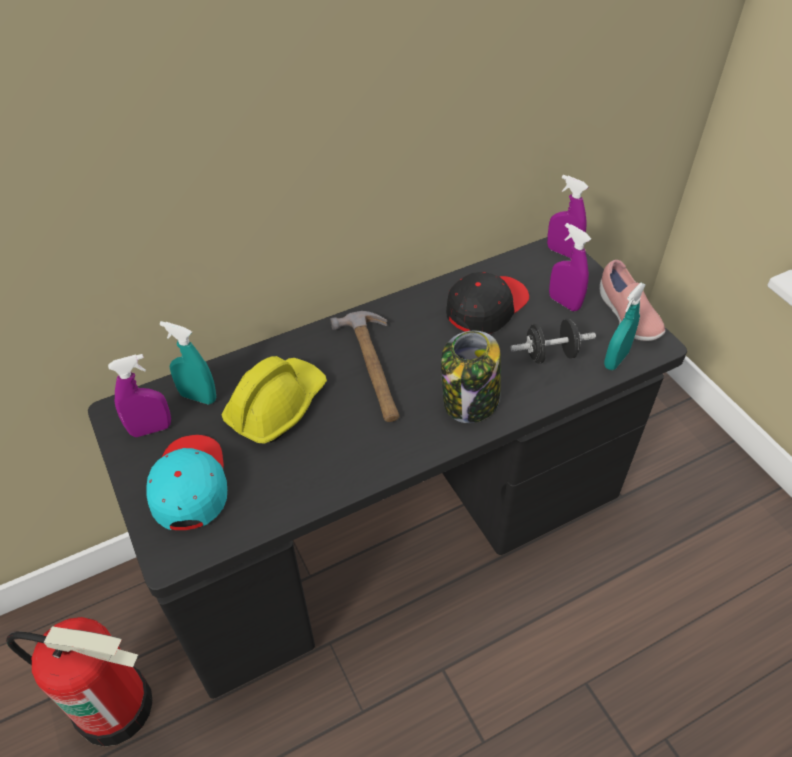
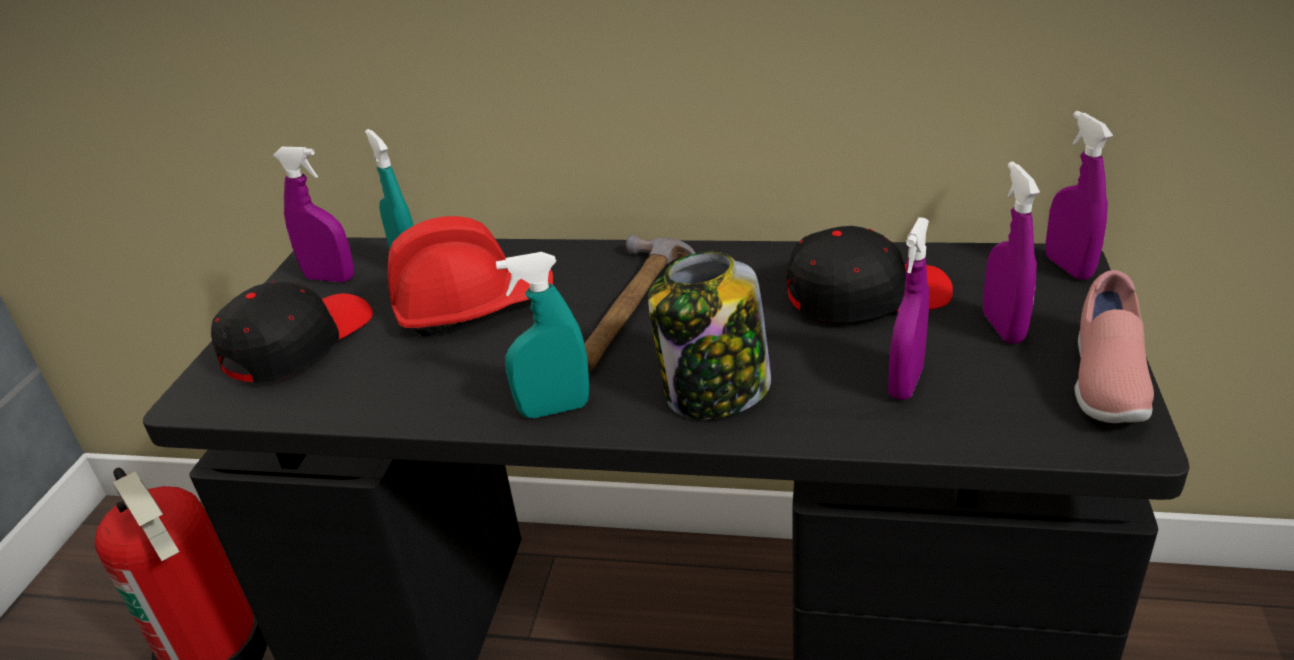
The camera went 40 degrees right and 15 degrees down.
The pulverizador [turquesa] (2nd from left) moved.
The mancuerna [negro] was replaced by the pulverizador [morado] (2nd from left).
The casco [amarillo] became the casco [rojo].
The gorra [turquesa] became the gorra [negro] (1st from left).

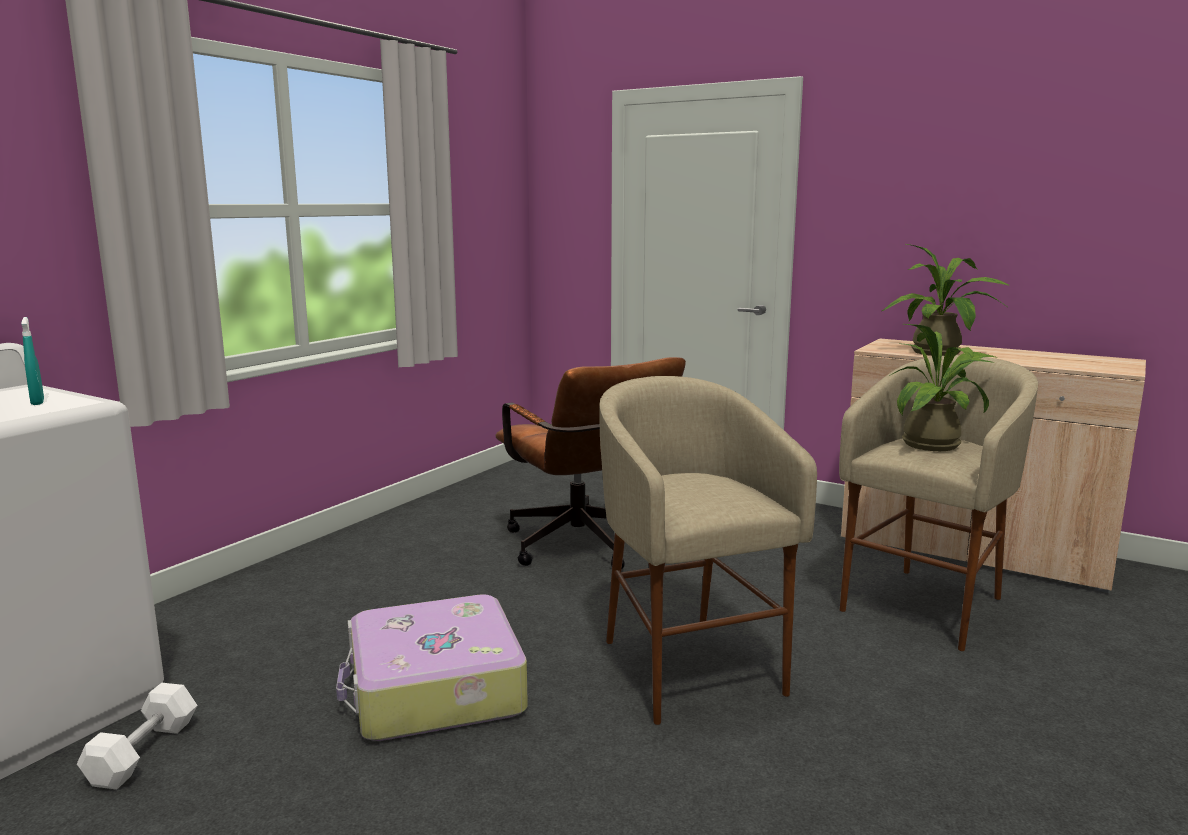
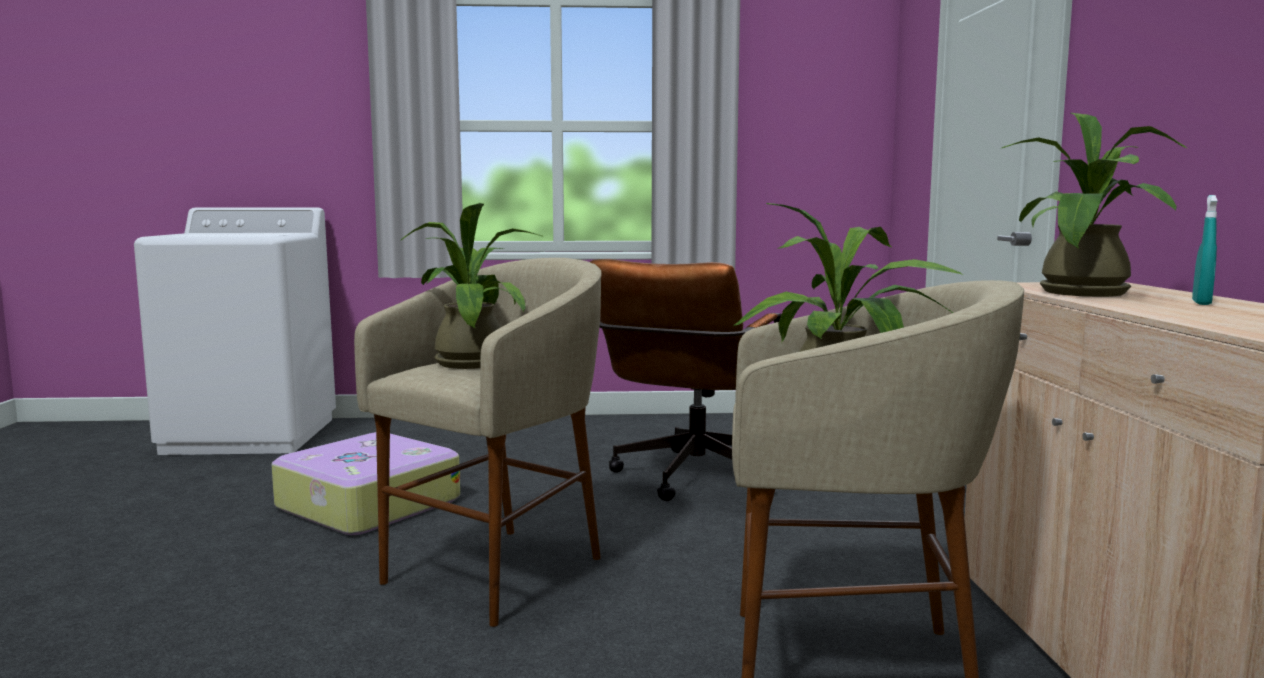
The camera went 55 degrees right and 5 degrees down.
The pulverizador [turquesa] moved.
The mancuerna [blanco] disappeared.
The planta en maceta (1st from left) appeared.

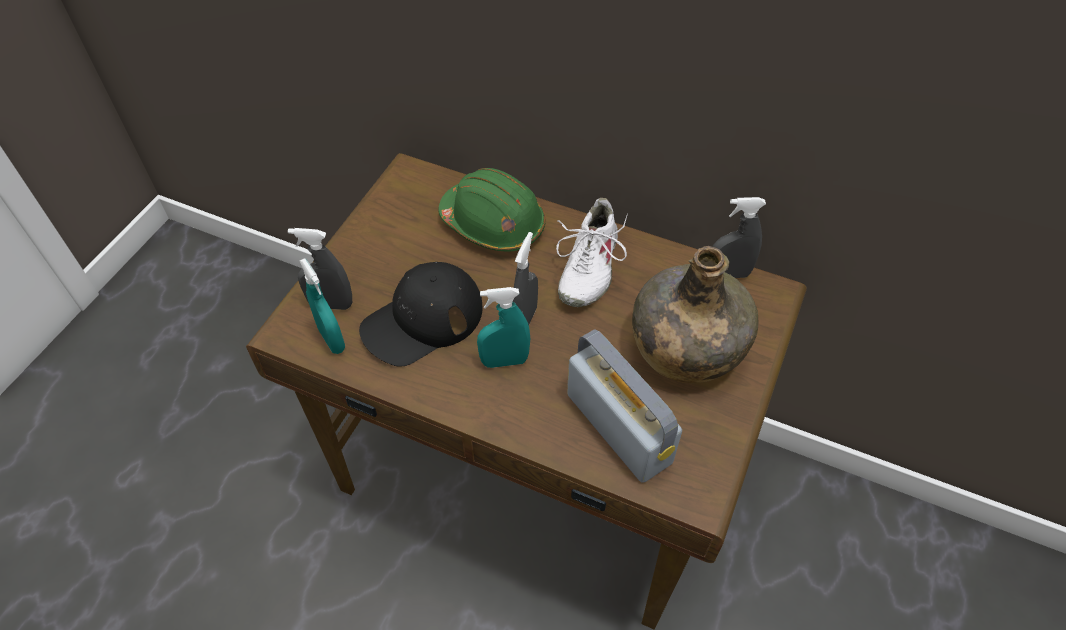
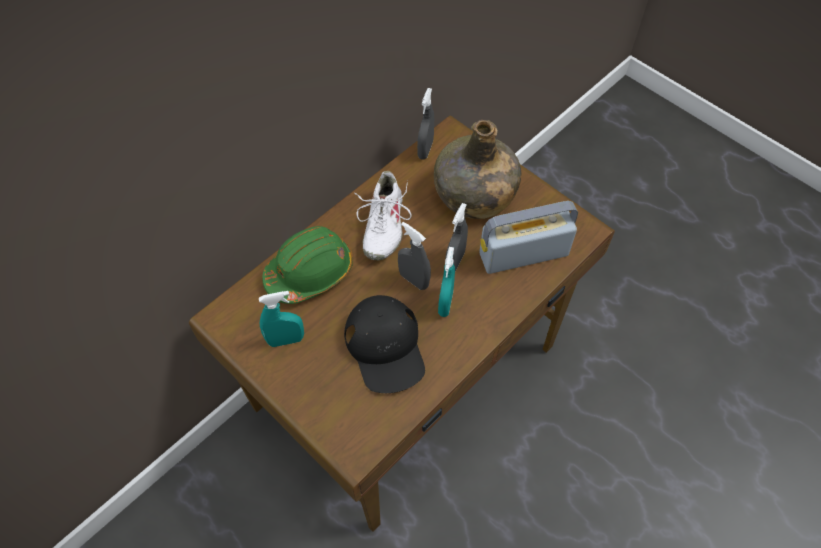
The camera went 70 degrees left and 5 degrees up.
The zapato [blanco] turned 60 degrees clockwise.
The pulverizador [gris] (1st from left in the first image) moved.
The pulverizador [turquesa] (1st from left) moved.

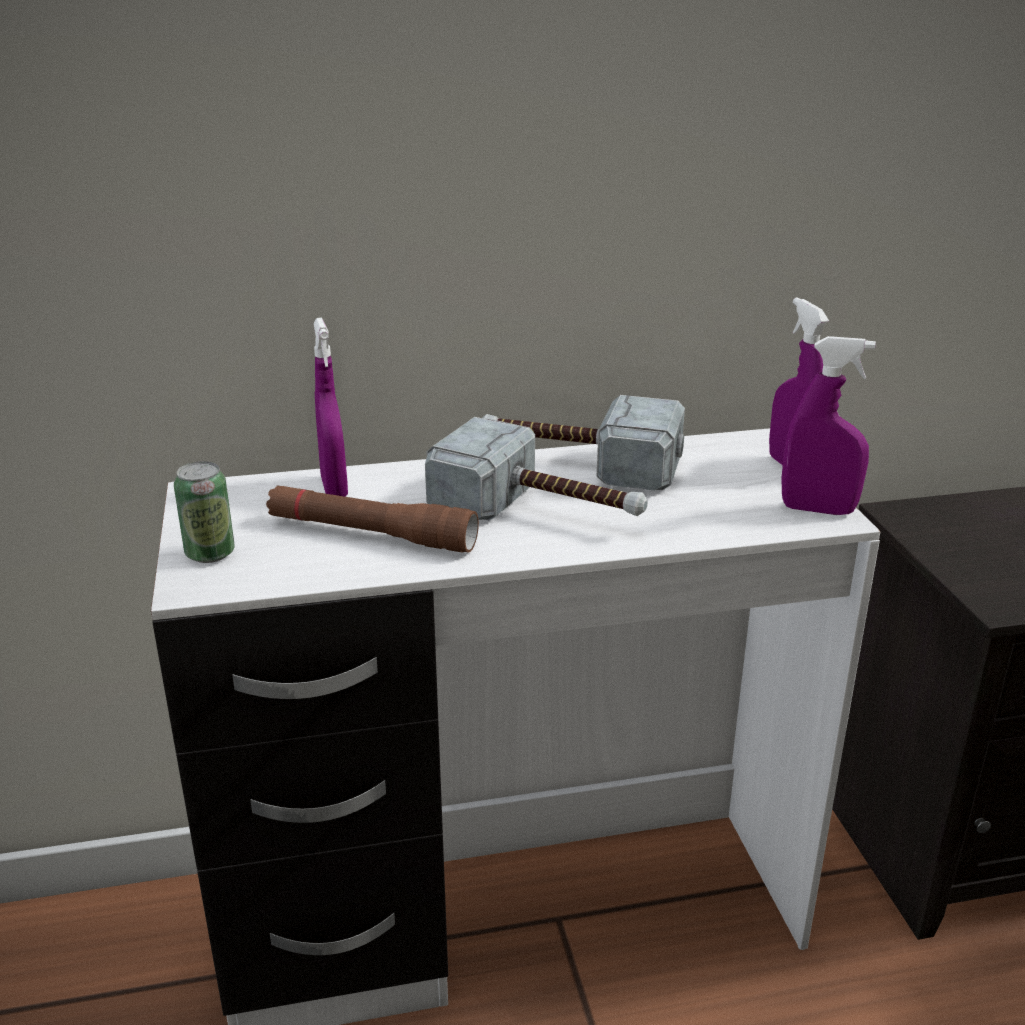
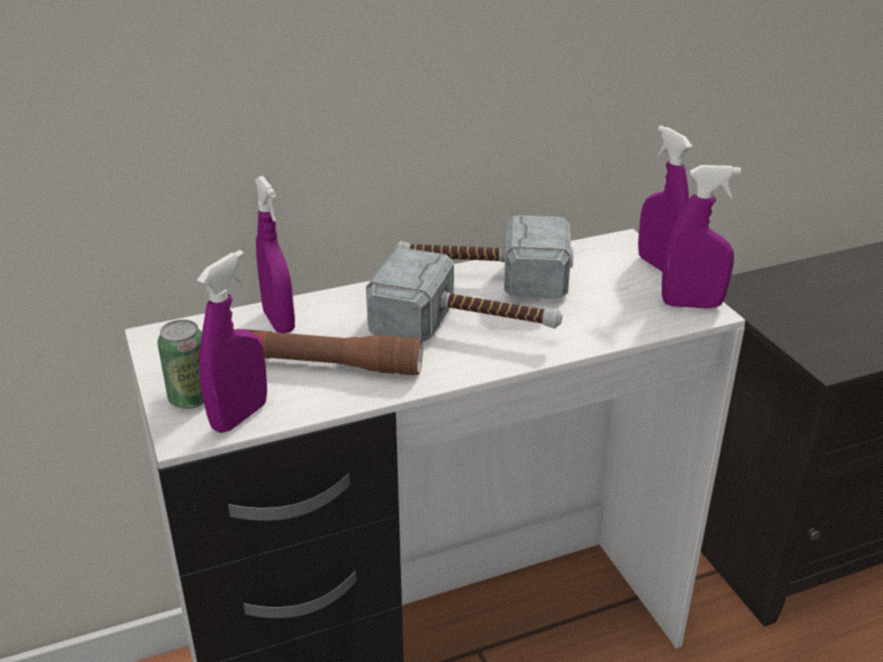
The camera went 10 degrees left and 5 degrees up.
The pulverizador [morado] (1st from left) appeared.

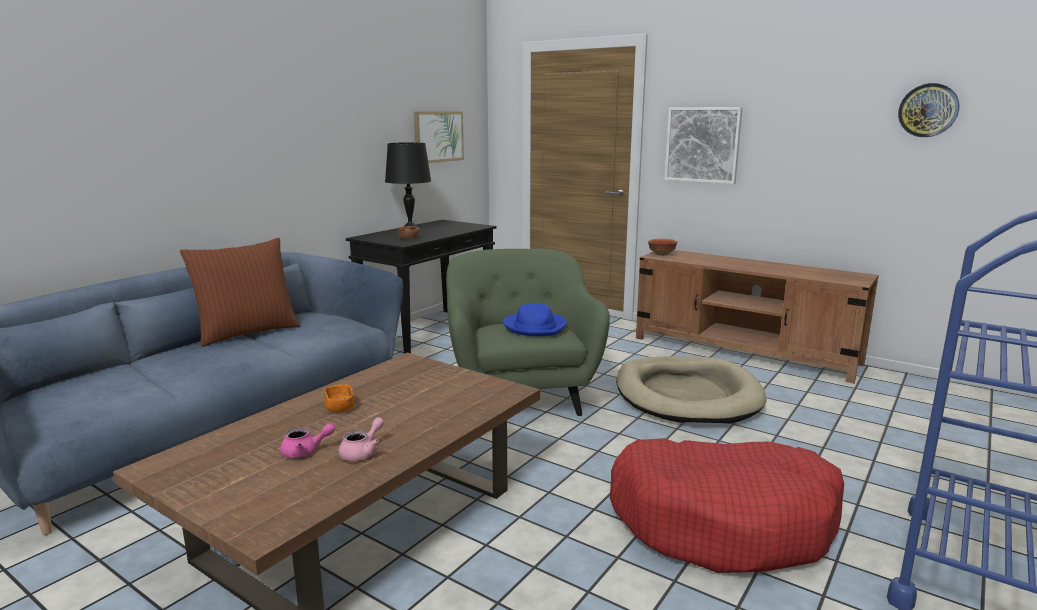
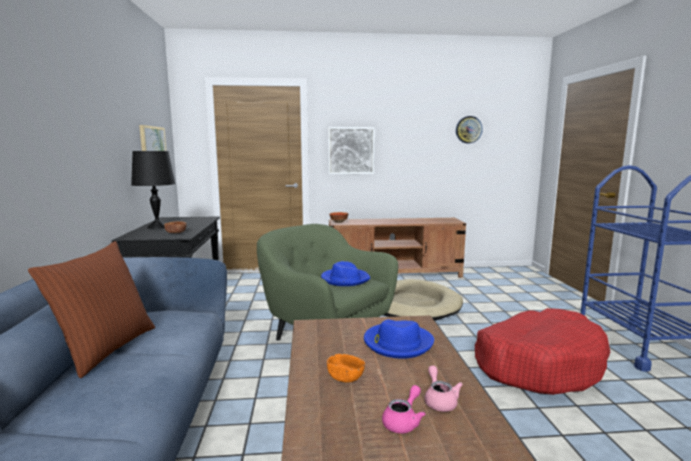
The camera went 40 degrees left and 5 degrees down.
The sombrero [azul] (2nd from left) appeared.

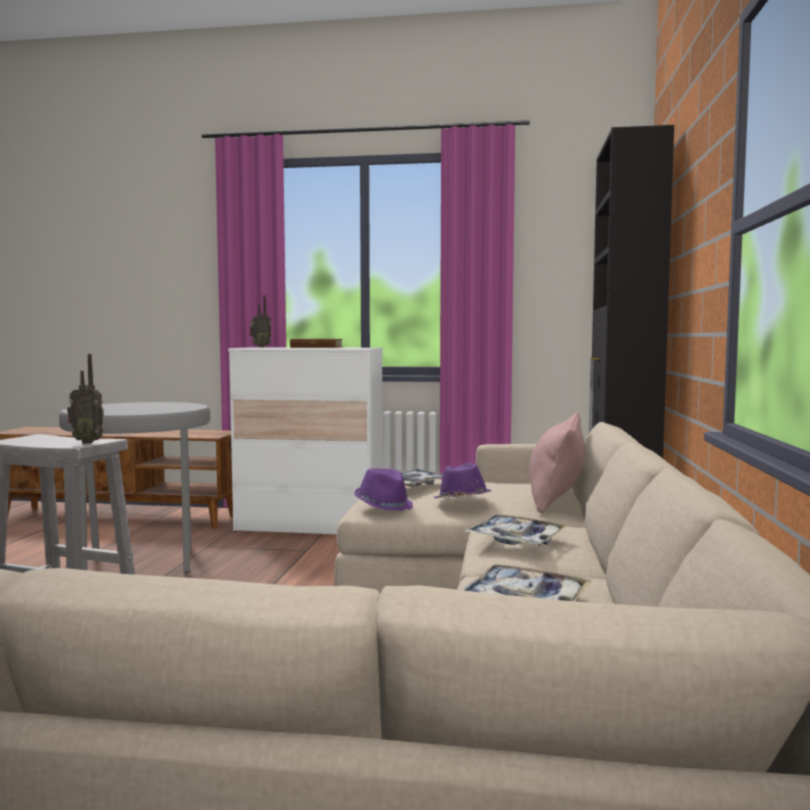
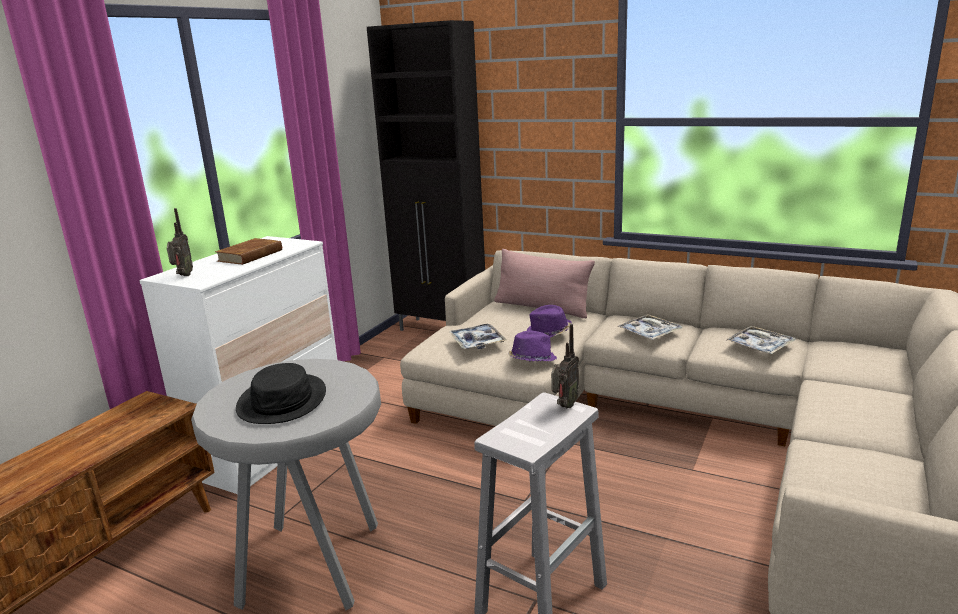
The camera went 70 degrees left and 15 degrees up.
The sombrero [negro] appeared.

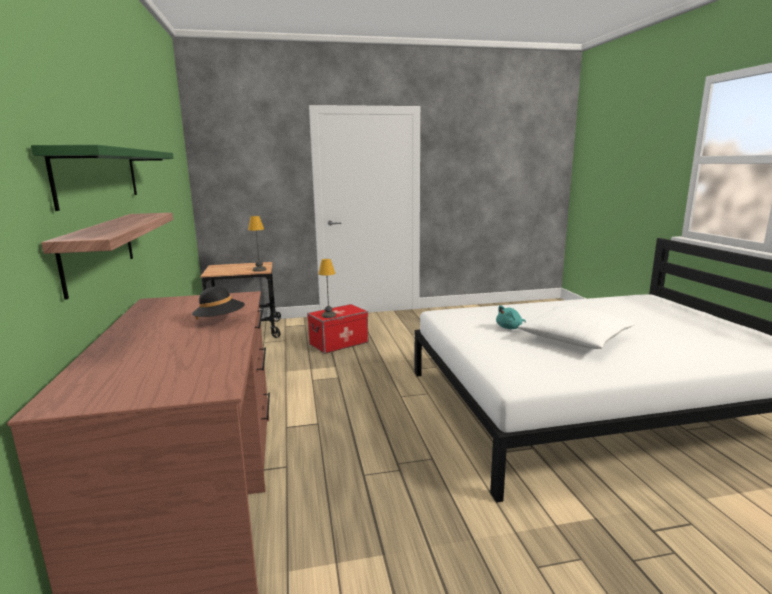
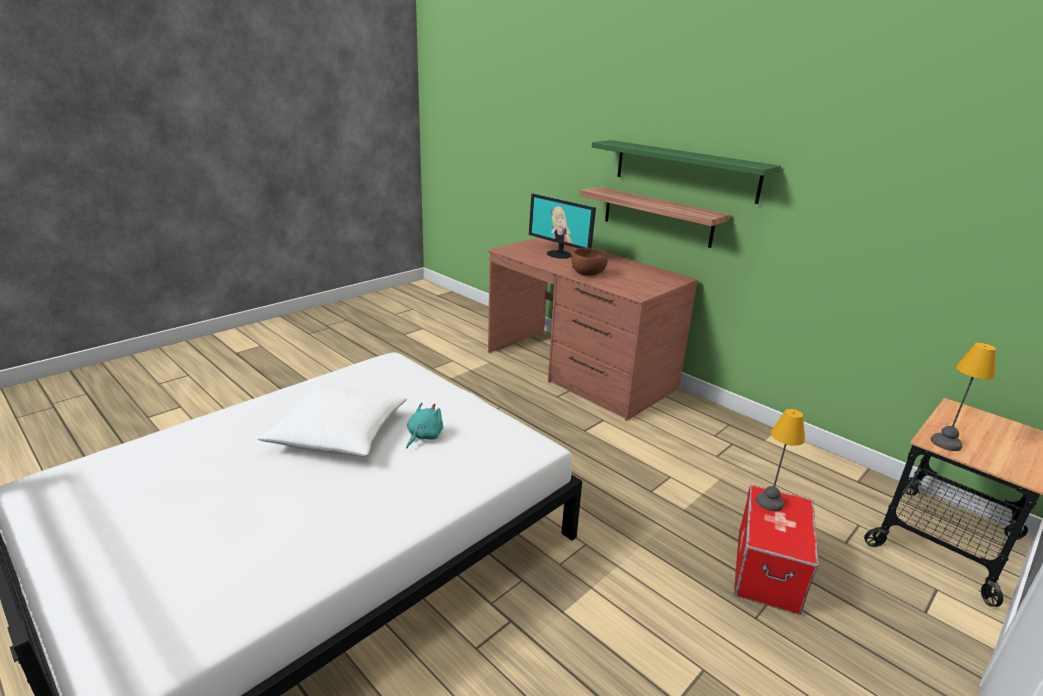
The camera went 145 degrees right and 10 degrees up.
The sombrero [negro] was replaced by the cuenco [marrón].
The monitor appeared.

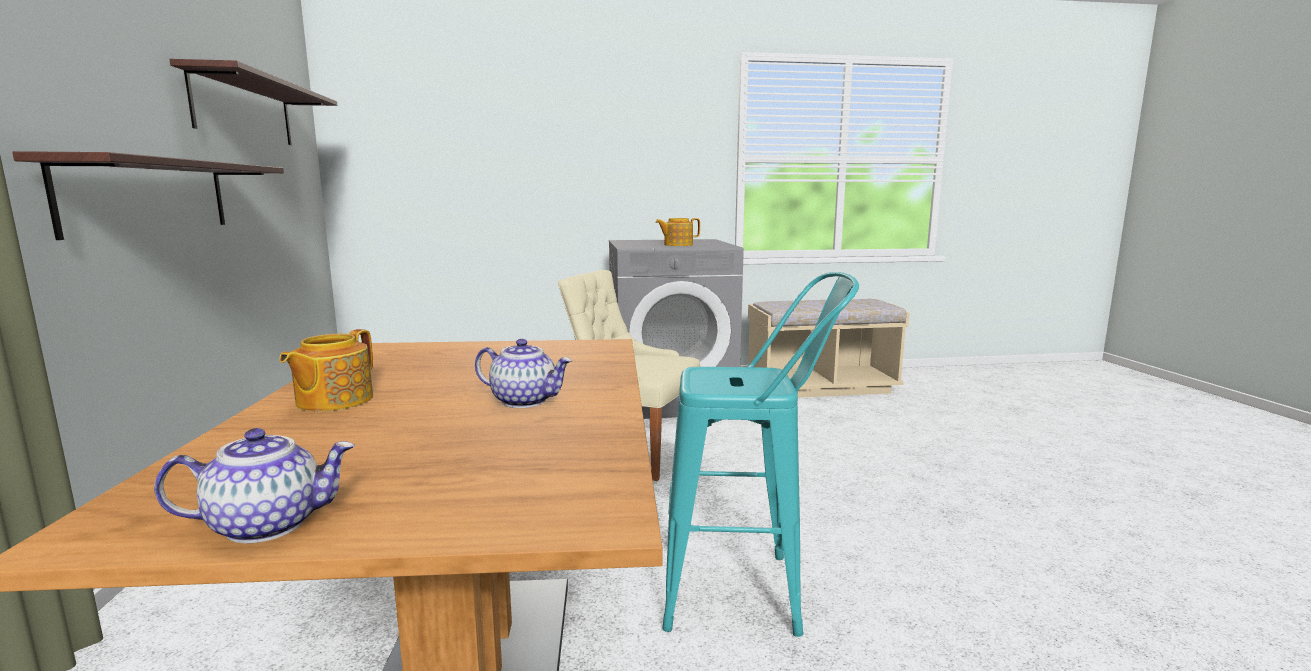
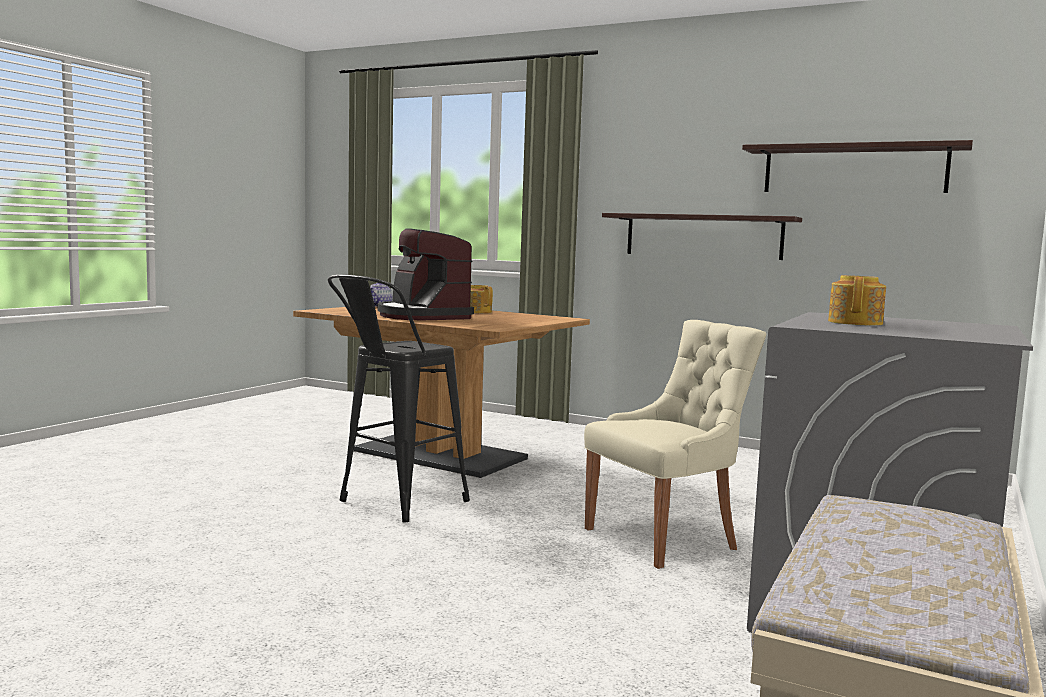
The camera went 125 degrees right and 5 degrees down.
The taburete [turquesa] became the taburete [negro].
The tetera (3rd from left) was replaced by the cafetera.

